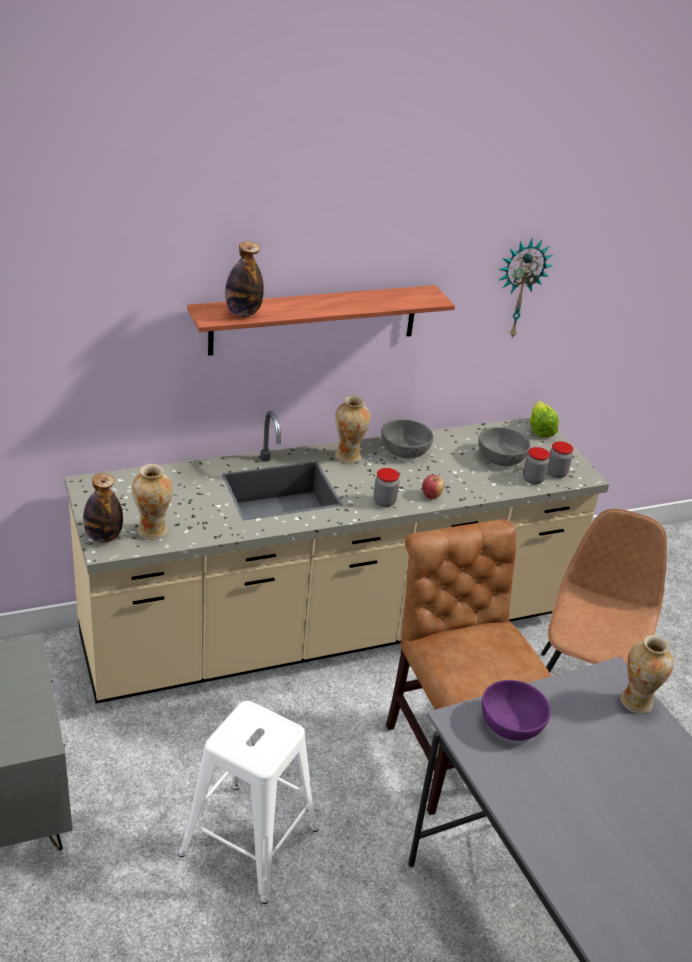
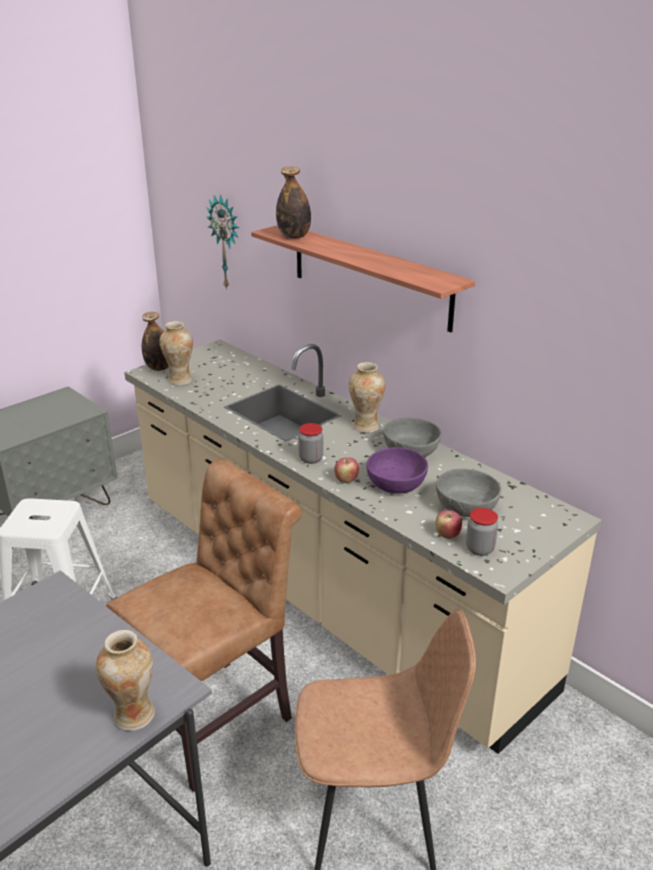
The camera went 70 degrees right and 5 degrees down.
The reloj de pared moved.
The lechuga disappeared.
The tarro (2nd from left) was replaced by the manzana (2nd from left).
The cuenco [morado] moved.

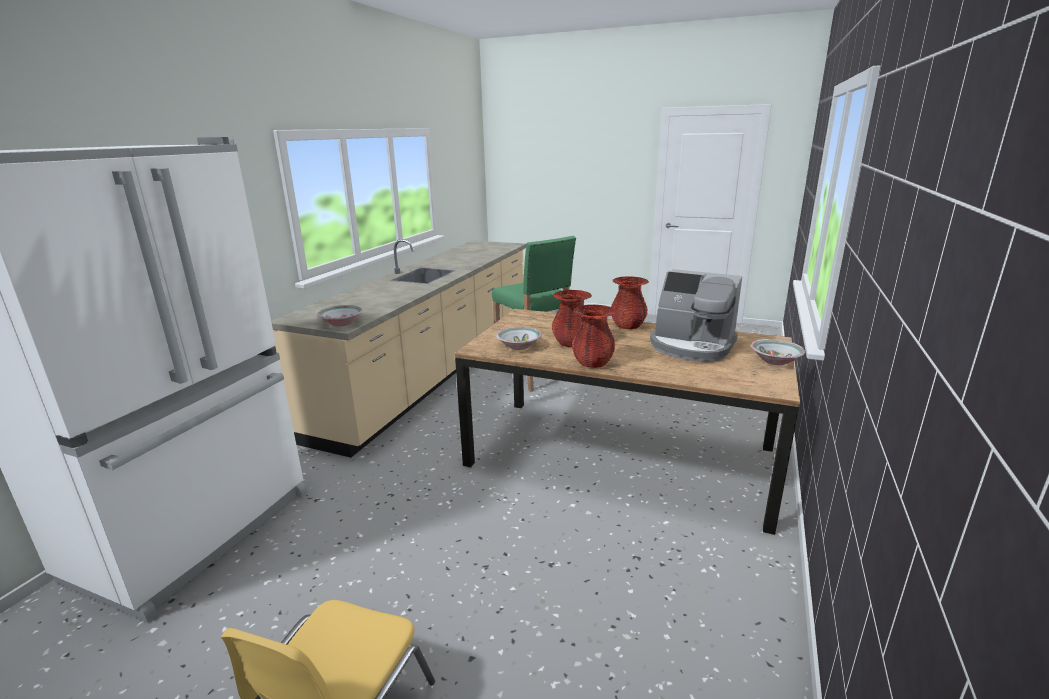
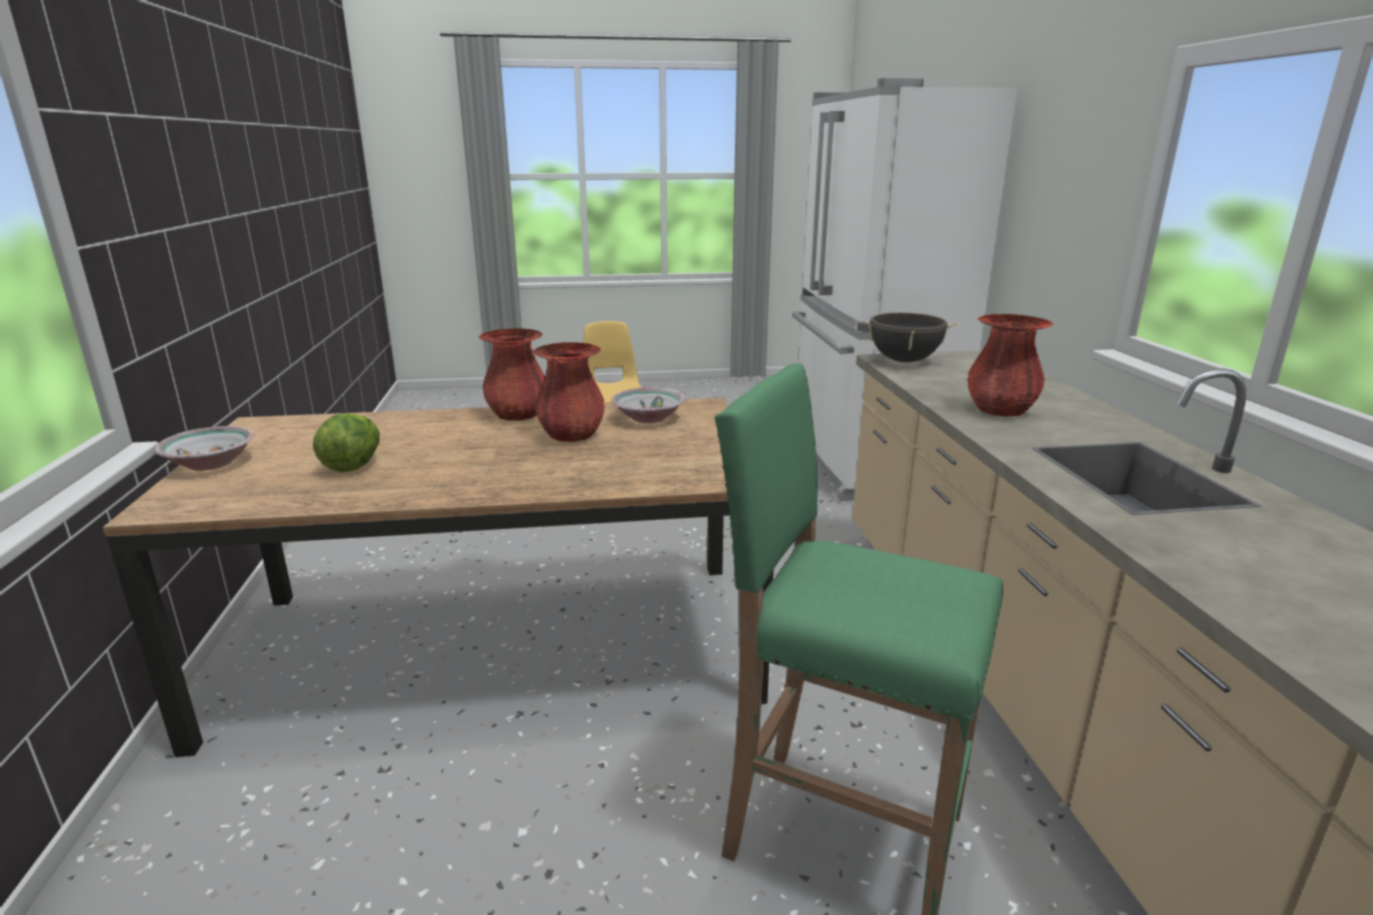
The camera went 150 degrees right and 0 degrees up.
The cafetera was replaced by the lechuga.
The florero [rojo] (3rd from left) moved.
The cuenco (1st from left) was replaced by the olla [negro].

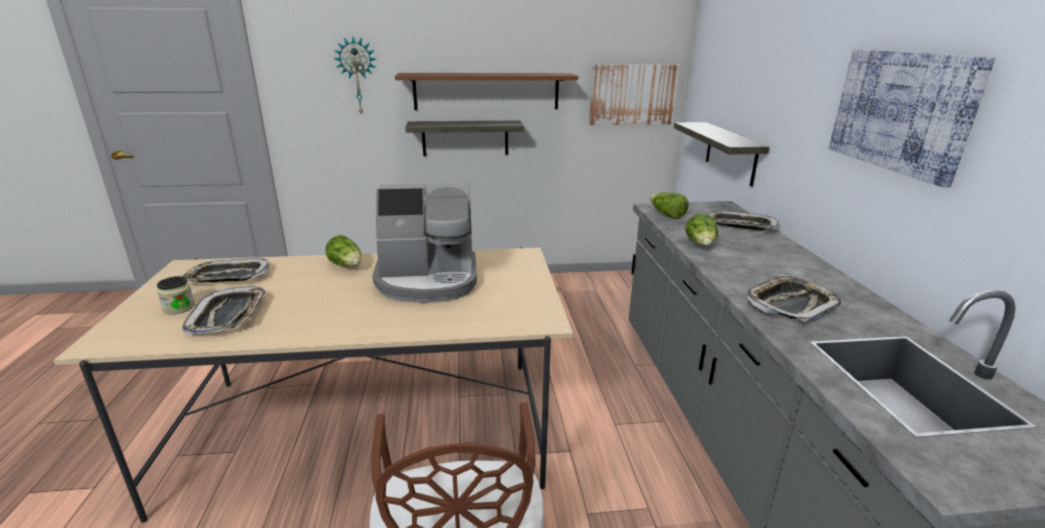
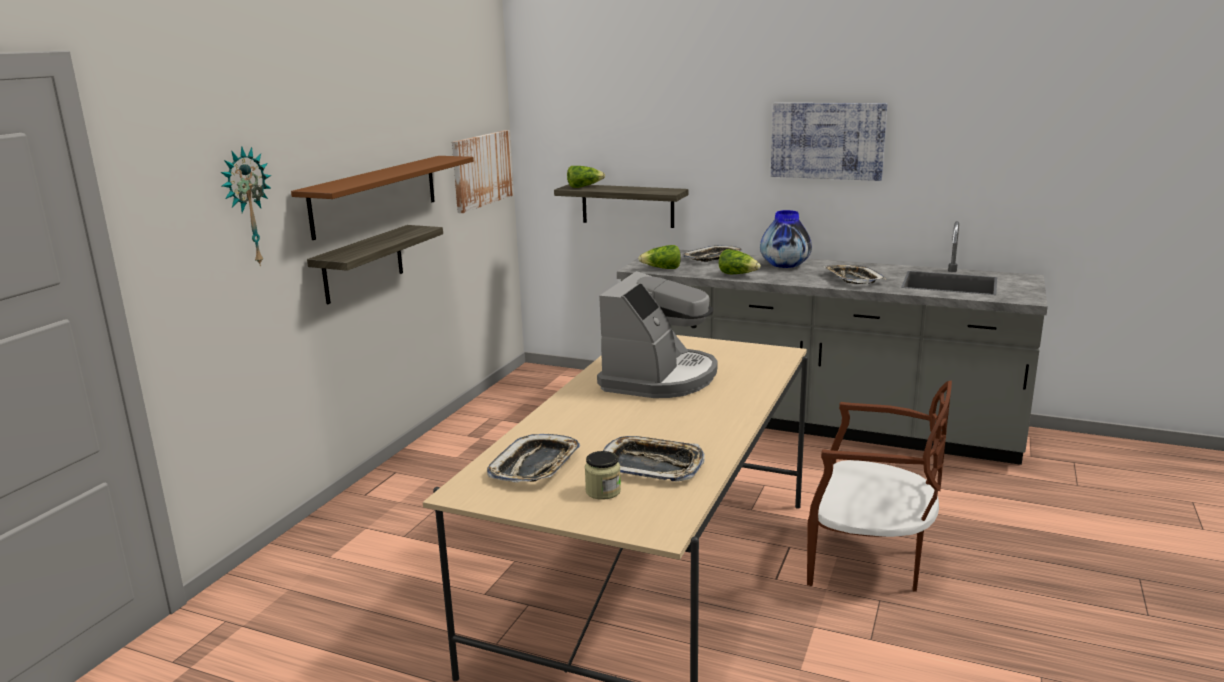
The camera went 60 degrees left and 5 degrees down.
The lechuga (1st from left) moved.
The florero appeared.

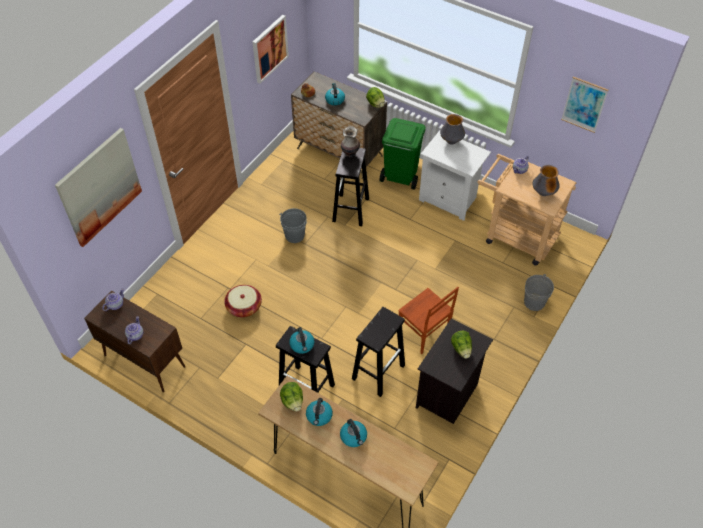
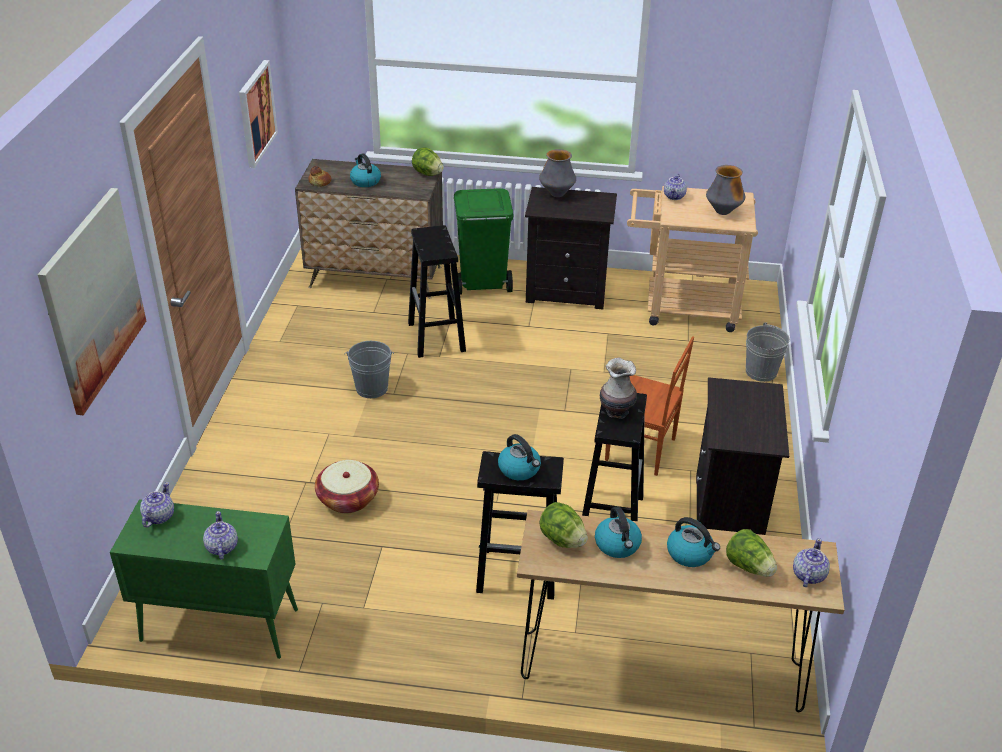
The camera went 25 degrees left and 15 degrees down.
The cuadro (3rd from left) disappeared.
The florero (1st from left in the first image) moved.
The mesita de noche [blanco] became the mesita de noche [negro] (1st from left).
The armario [marrón] became the armario [verde].
The lechuga (3rd from left) moved.
The tetera (4th from left) appeared.

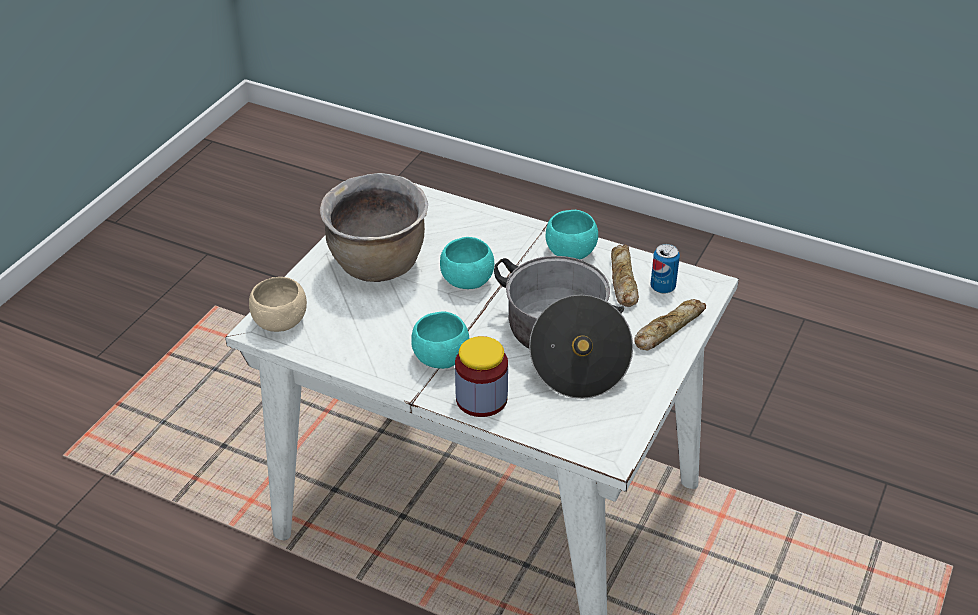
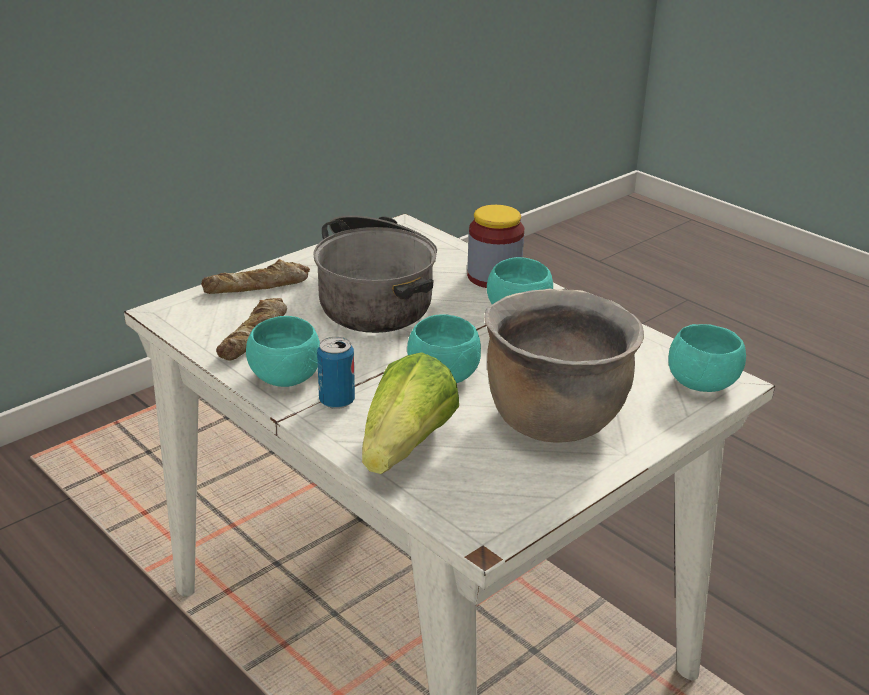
The camera went 160 degrees left and 10 degrees down.
The lata moved.
The cuenco [beis] became the cuenco [turquesa] (4th from left).
The lechuga appeared.

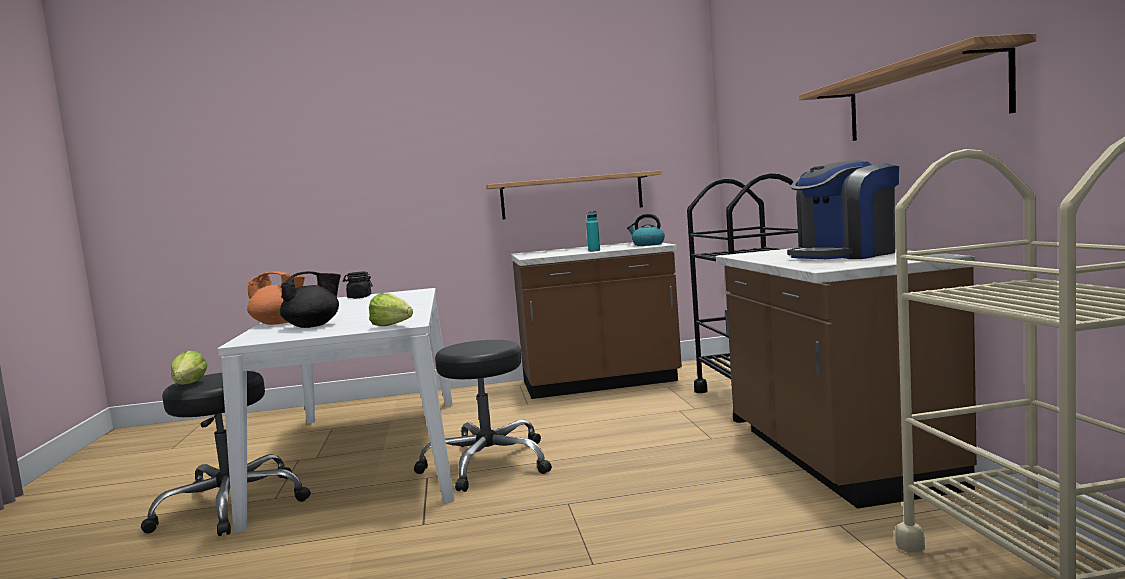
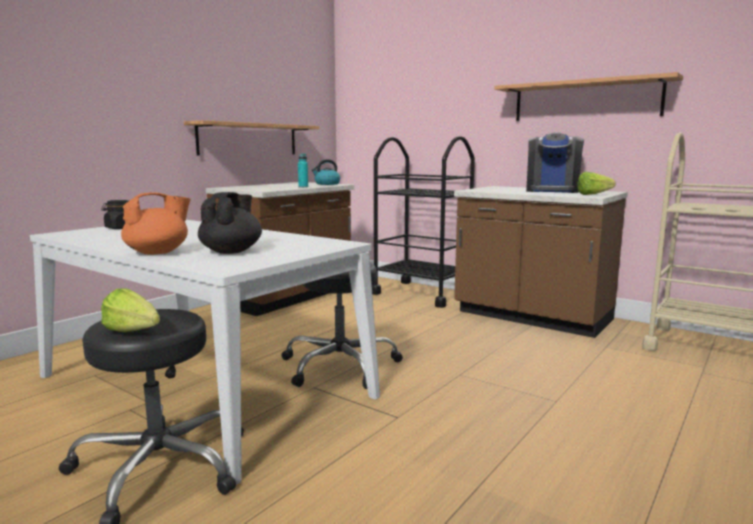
The camera went 45 degrees left and 5 degrees up.
The lechuga (2nd from left) moved.

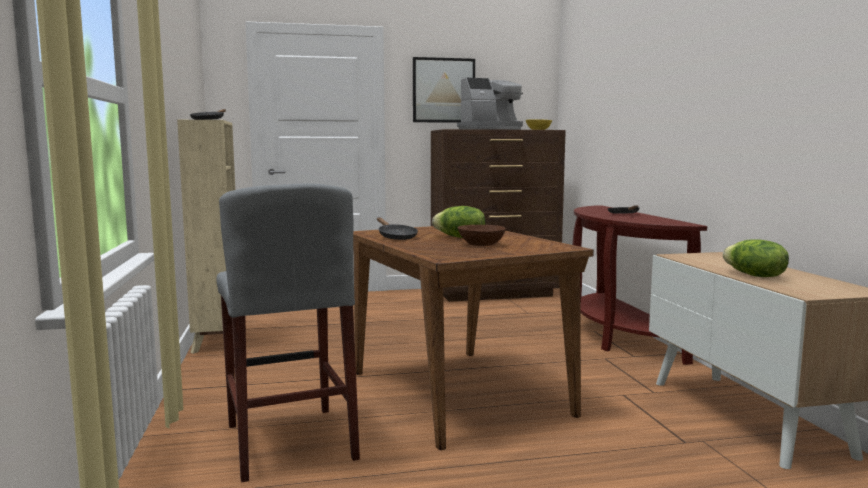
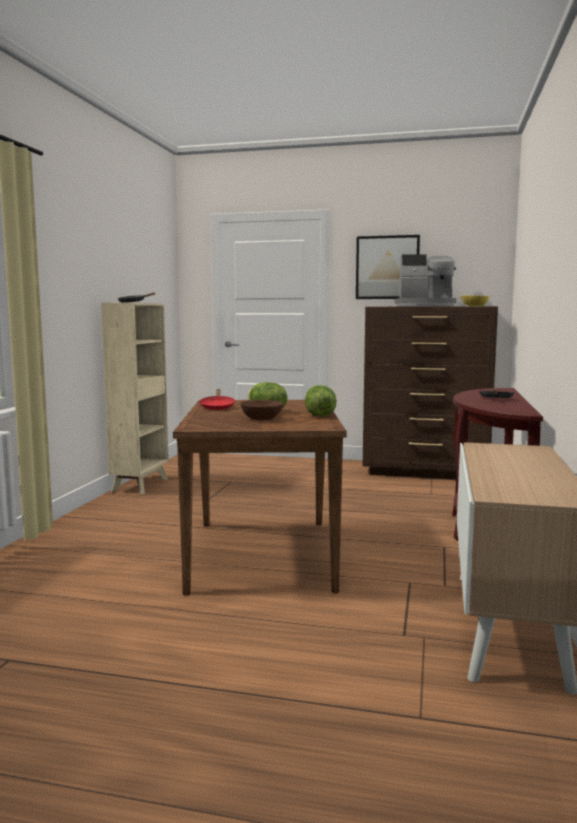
The camera went 25 degrees right and 0 degrees up.
The taburete [gris] disappeared.
The sartén [negro] (2nd from left) became the sartén [rojo].
The lechuga (2nd from left) moved.

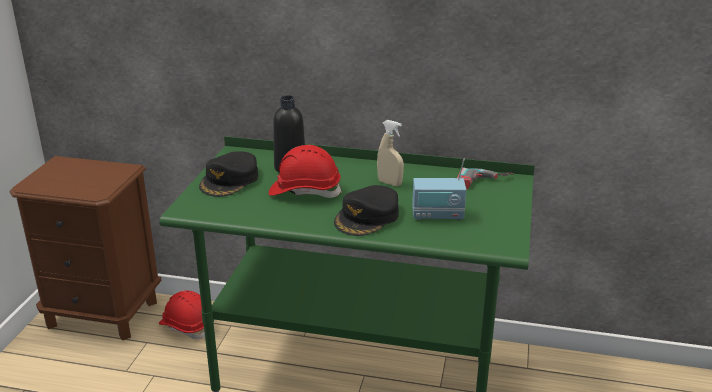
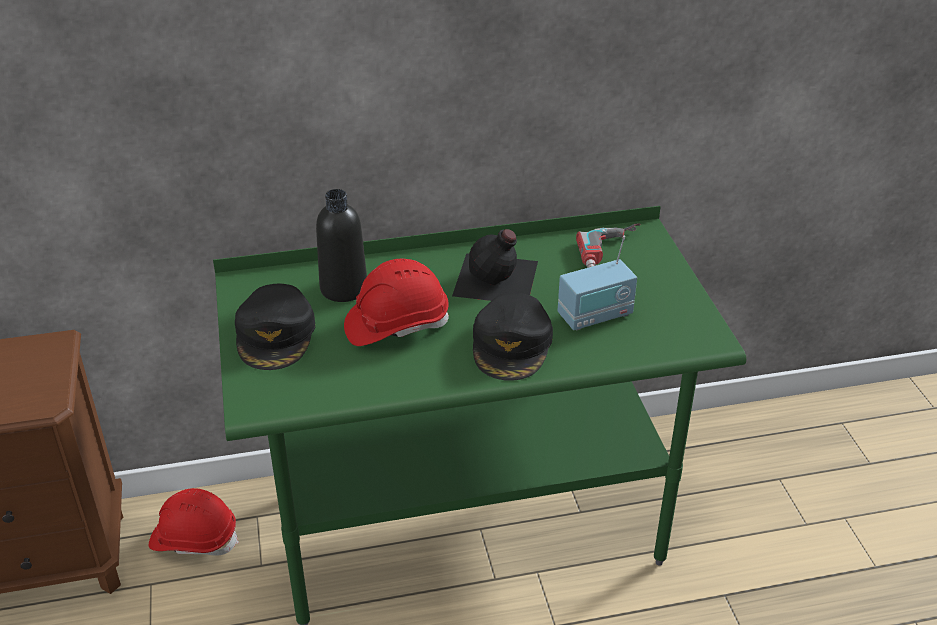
The camera went 25 degrees left and 10 degrees up.
The pulverizador [beis] was replaced by the botella [negro] (2nd from left).

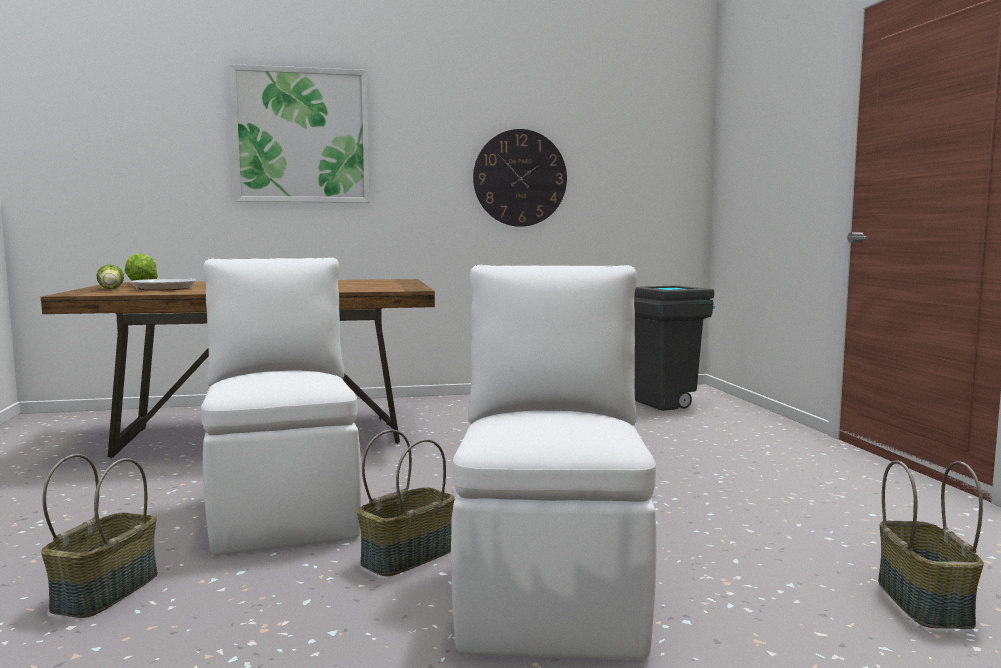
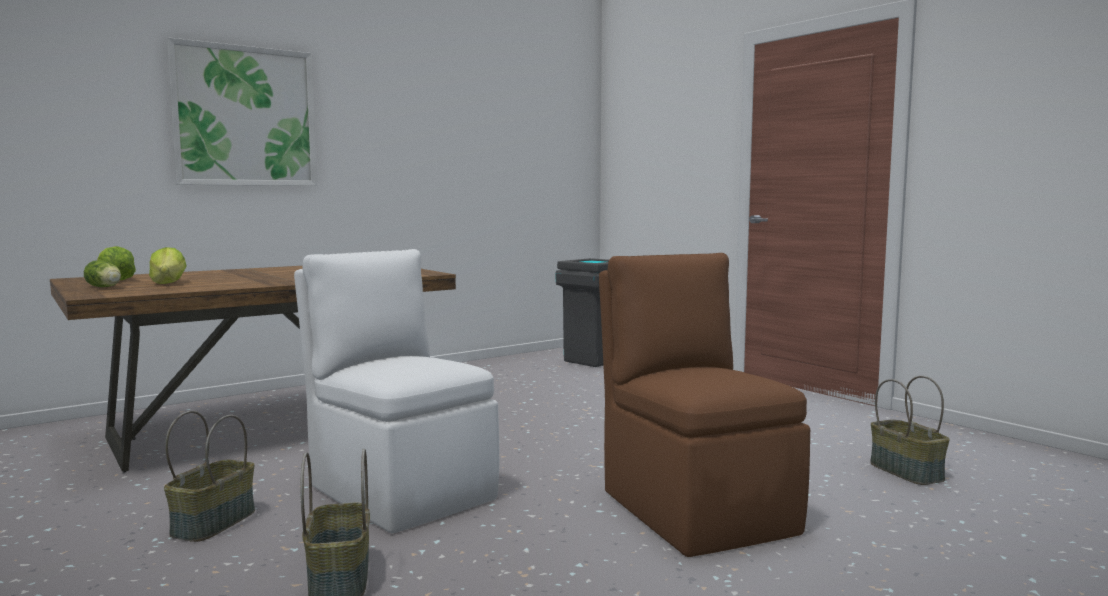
The camera went 25 degrees left and 0 degrees up.
The reloj de pared disappeared.
The silla [blanco] (2nd from left) became the silla [marrón].
The sartén was replaced by the lechuga (3rd from left).
The cesta (2nd from left in the first image) moved.

